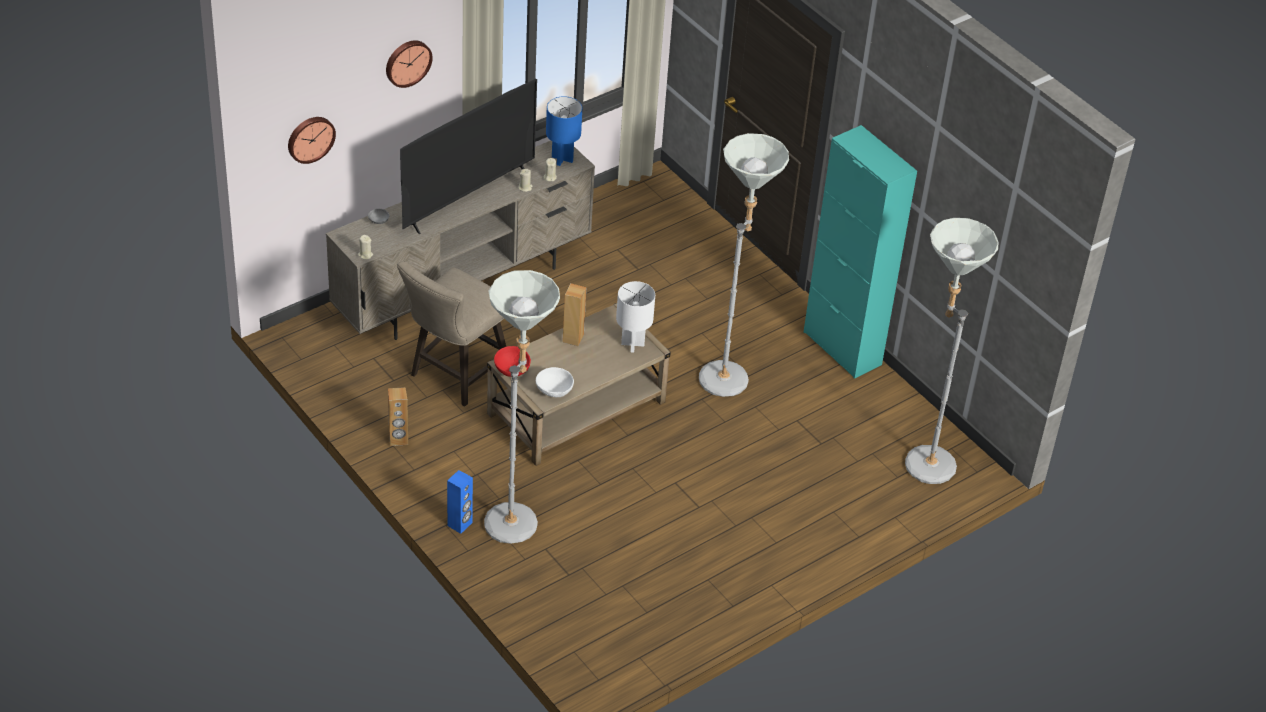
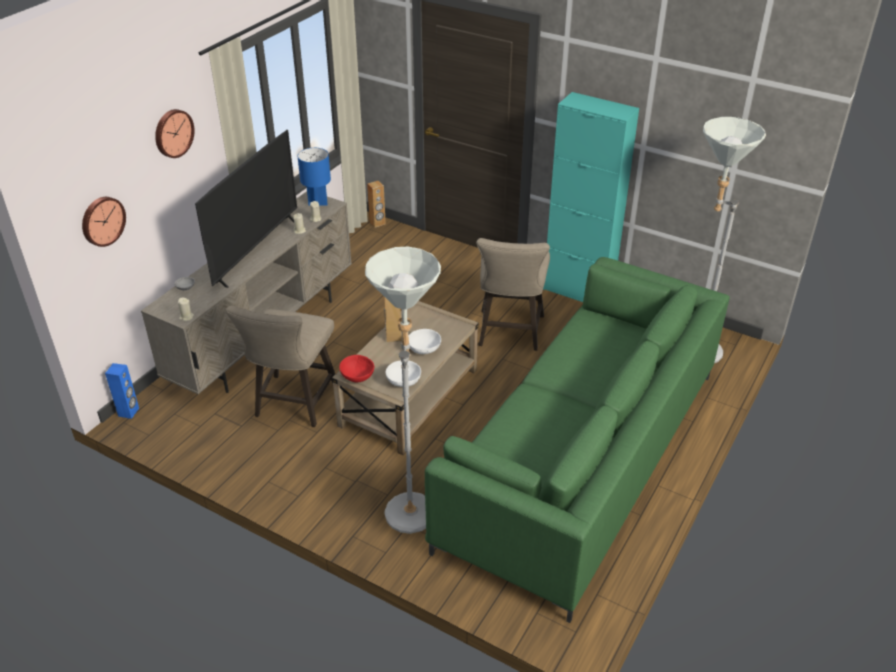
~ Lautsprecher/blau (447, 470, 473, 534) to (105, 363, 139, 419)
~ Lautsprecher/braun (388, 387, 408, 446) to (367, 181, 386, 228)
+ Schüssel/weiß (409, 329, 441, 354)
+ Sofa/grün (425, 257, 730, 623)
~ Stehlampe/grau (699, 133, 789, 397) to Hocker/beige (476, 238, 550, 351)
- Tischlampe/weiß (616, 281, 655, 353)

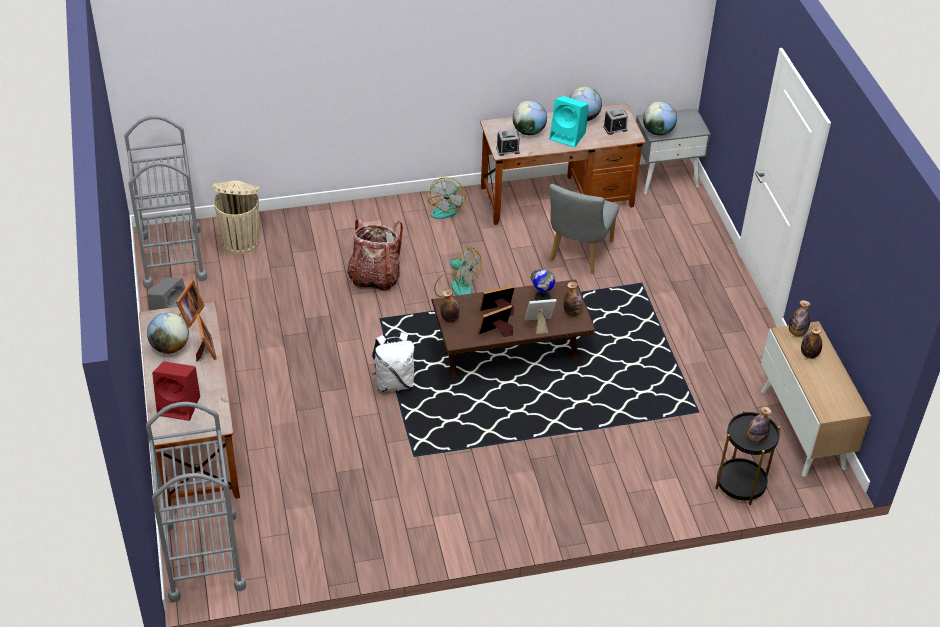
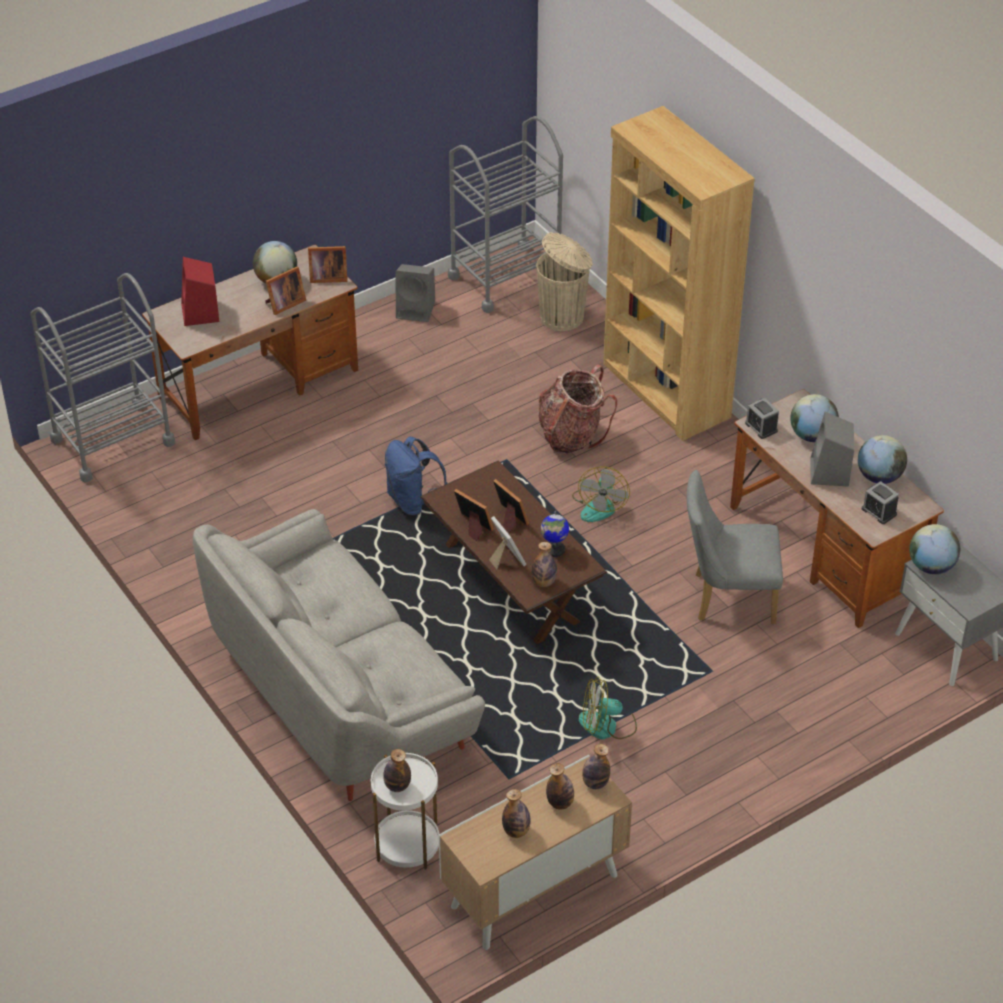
+ Sofa/grau (193, 509, 485, 801)
~ Beistelltisch/schwarz (715, 411, 780, 505) to Beistelltisch/weiß (371, 753, 439, 869)
~ Rucksack/weiß (372, 332, 416, 392) to Rucksack/blau (385, 437, 448, 515)
~ Flasche (440, 289, 460, 323) to (502, 789, 531, 838)
~ Ventilator (428, 178, 466, 219) to (579, 677, 637, 739)
+ Bücherregal/braun (603, 106, 755, 441)
~ Lautsprecher/türkis (550, 96, 589, 147) to Lautsprecher/grau (810, 412, 854, 487)

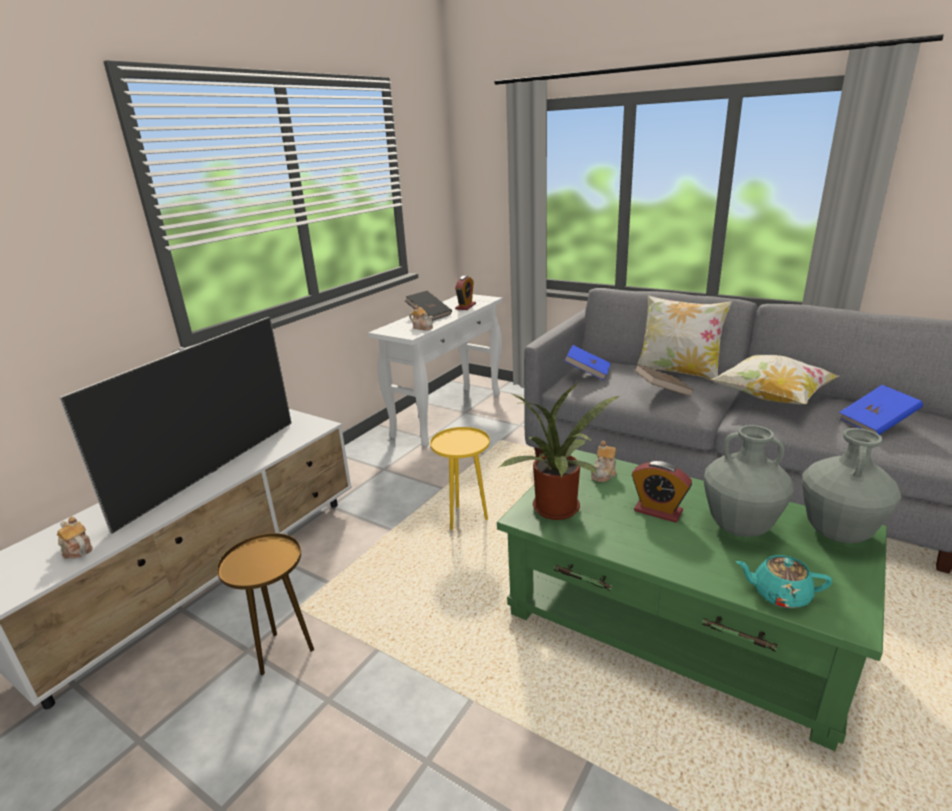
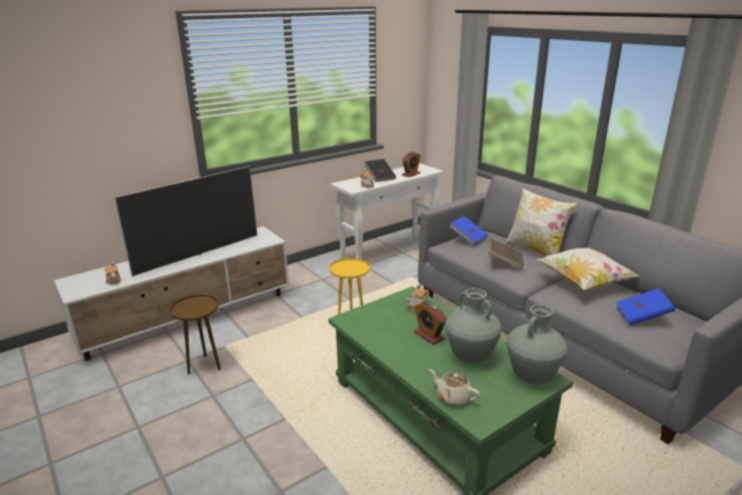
~ Teekanne/türkis (736, 555, 832, 608) to Teekanne/beige (429, 369, 480, 406)
- Topfpflanze (499, 383, 619, 520)

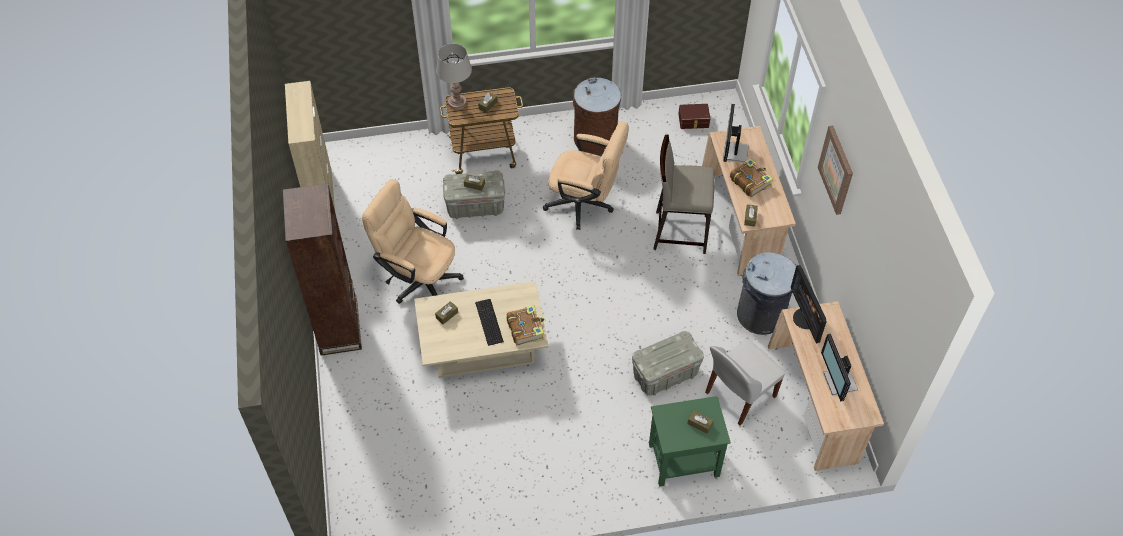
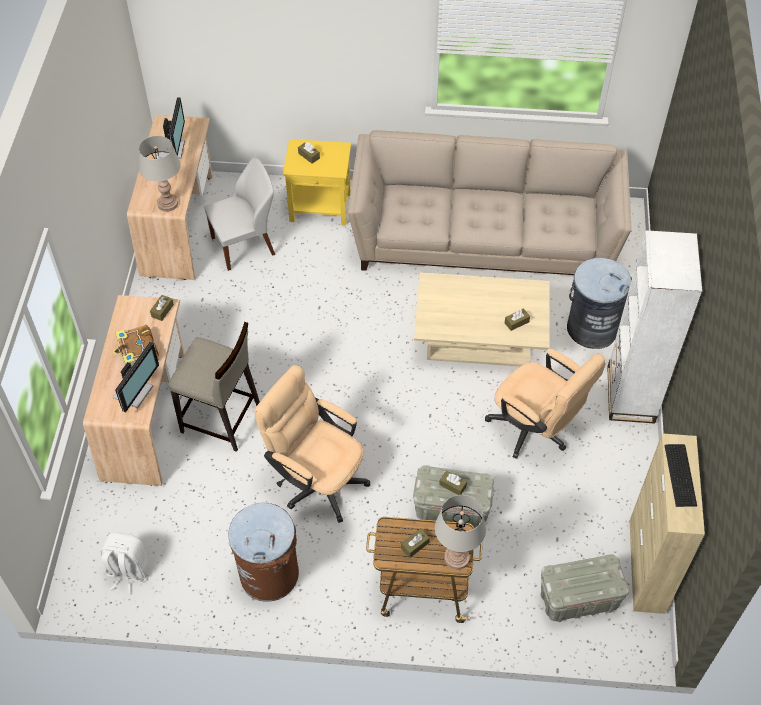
~ Aufbewahrungsbox/braun (678, 104, 710, 129) to Rucksack/weiß (101, 532, 149, 594)
~ Monitor (791, 265, 827, 343) to Tischlampe/grau (139, 136, 180, 212)
~ Beistelltisch/grün (649, 396, 731, 487) to Beistelltisch/gelb (283, 139, 351, 226)
+ Sofa/beige (348, 130, 632, 275)
~ Aufbewahrungsbox/grau (632, 331, 704, 396) to (541, 554, 629, 622)
~ Mülleimer/grau (737, 252, 796, 335) to (567, 258, 632, 349)
~ Bücherregal/braun (283, 184, 362, 356) to Bücherregal/weiß (607, 230, 702, 424)
~ Tastatur (475, 299, 504, 346) to (664, 444, 697, 507)
- Buch (507, 305, 545, 346)
- Bild (818, 126, 853, 215)

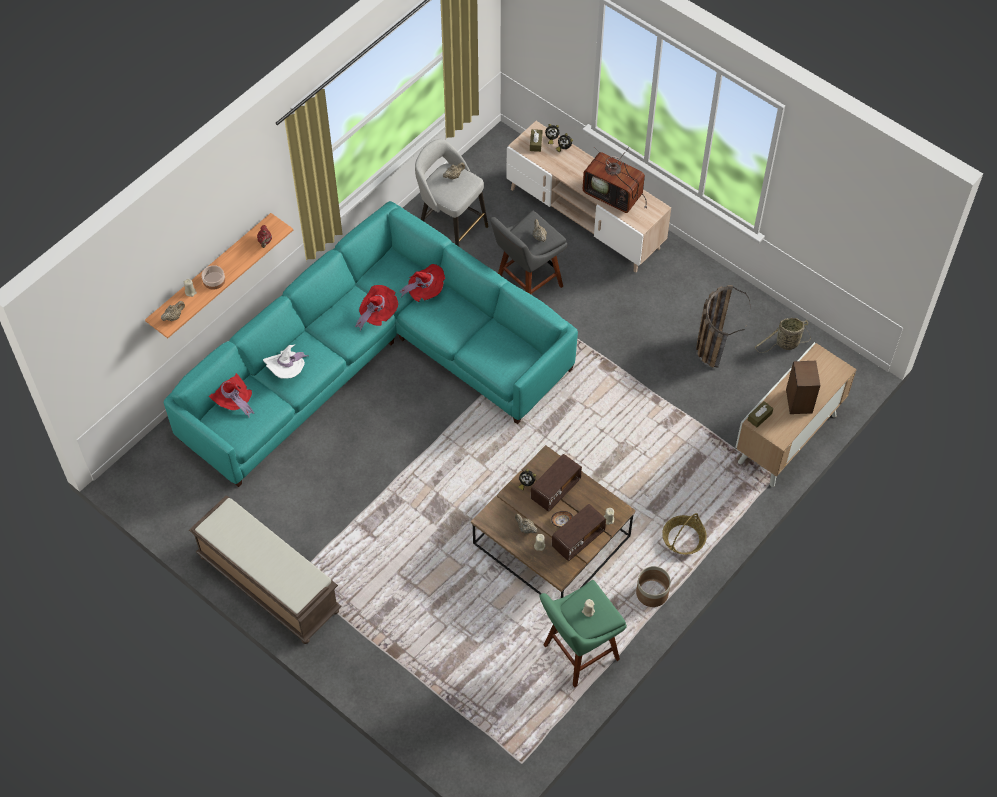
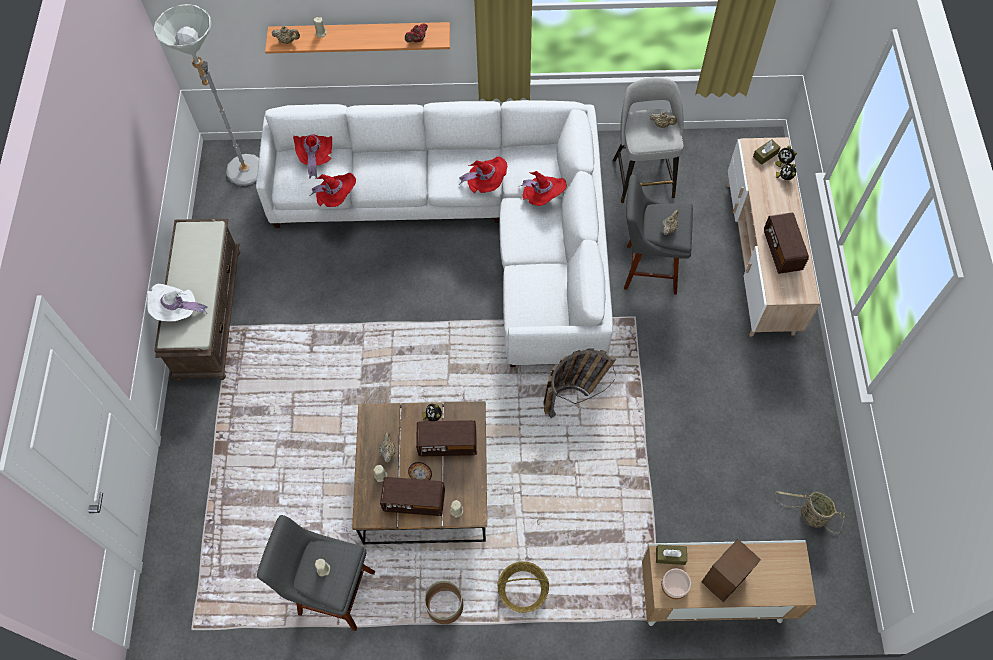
~ Hut/weiß (263, 345, 309, 379) to (147, 284, 208, 321)
+ Stehlampe/grau (154, 4, 259, 186)
~ Sofa/türkis (164, 201, 578, 487) to Sofa/weiß (256, 100, 613, 367)
~ Hocker/grün (539, 580, 627, 688) to Hocker/grau (257, 515, 375, 631)
+ Hut/rot (311, 173, 356, 207)
~ Korb (696, 285, 750, 368) to (543, 349, 616, 418)
~ Schüssel (202, 265, 225, 290) to (661, 568, 691, 599)
~ Fernseher (583, 147, 647, 213) to Radio (764, 212, 809, 274)

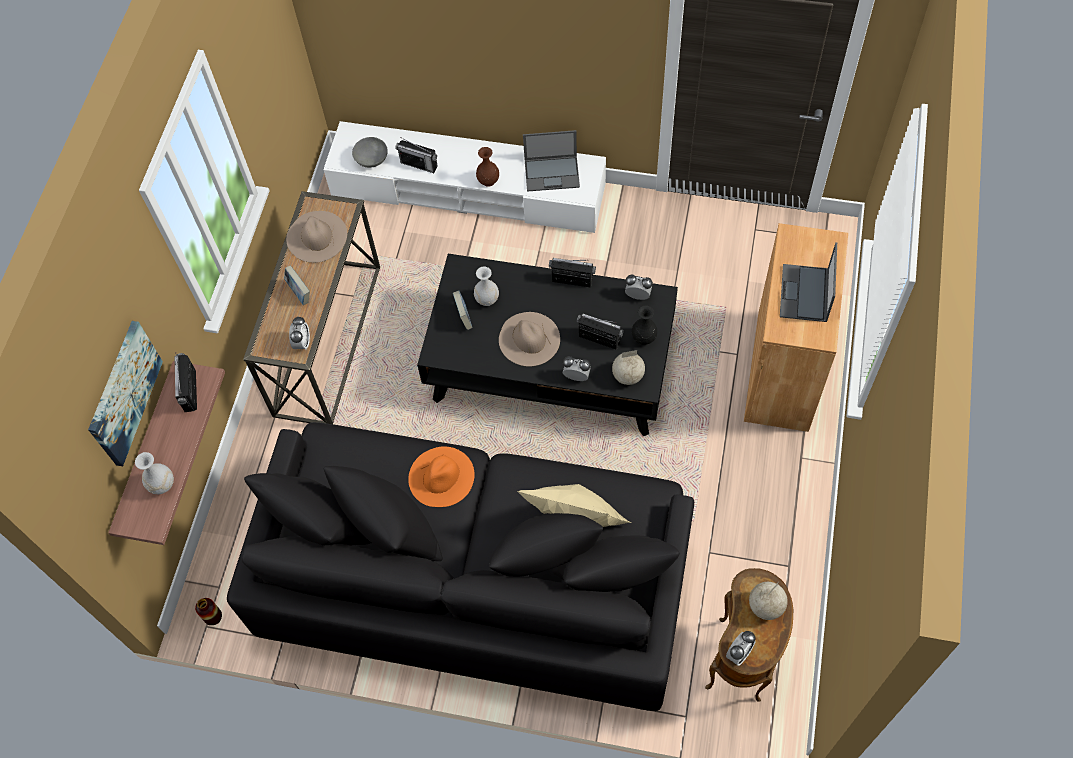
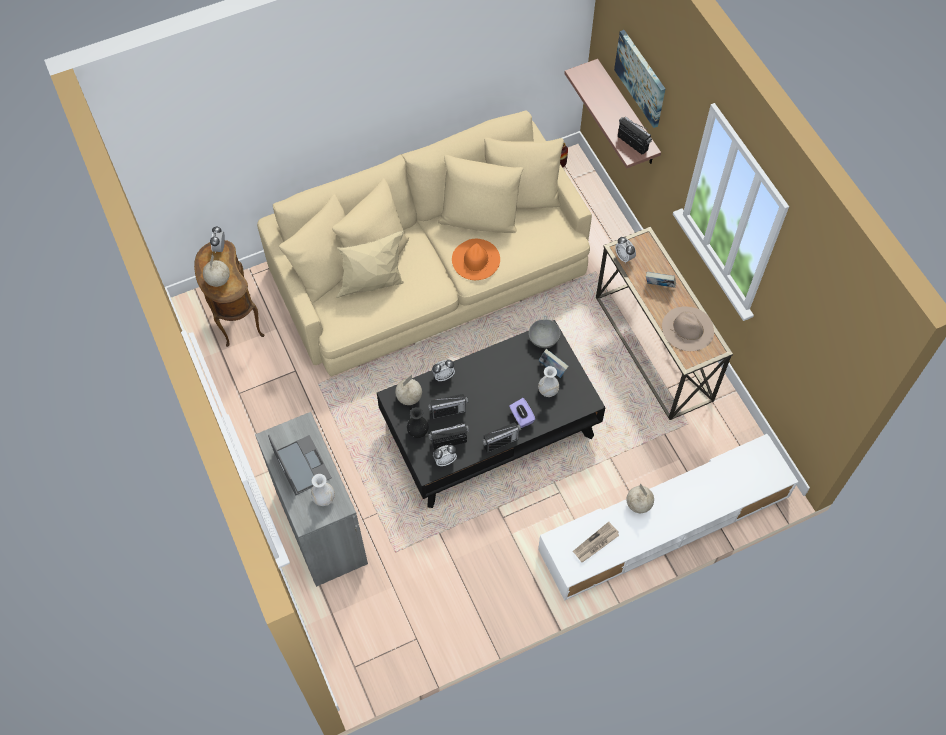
~ Schrank/braun (744, 223, 848, 432) to Schrank/grau (255, 412, 368, 587)
~ Sofa/schwarz (227, 422, 694, 711) to Sofa/beige (257, 110, 592, 376)
~ Vase/weiß (135, 452, 174, 494) to (311, 474, 335, 506)
~ Radio (395, 137, 437, 173) to (428, 423, 469, 450)
+ Taschentuchbox/lila (509, 398, 535, 428)
~ Schüssel/grau (352, 137, 388, 168) to (529, 319, 560, 348)
~ Laptop (523, 130, 580, 192) to Zeitung (573, 522, 619, 562)
~ Vase/braun (476, 147, 499, 187) to Globus (627, 483, 654, 513)
- Hut/beige (499, 312, 560, 367)

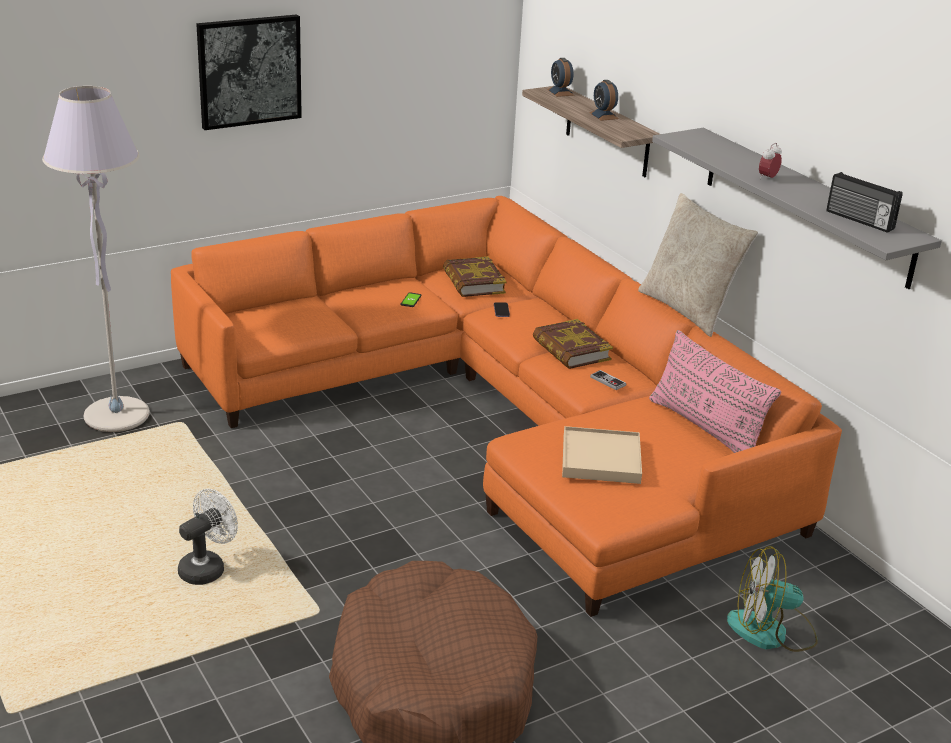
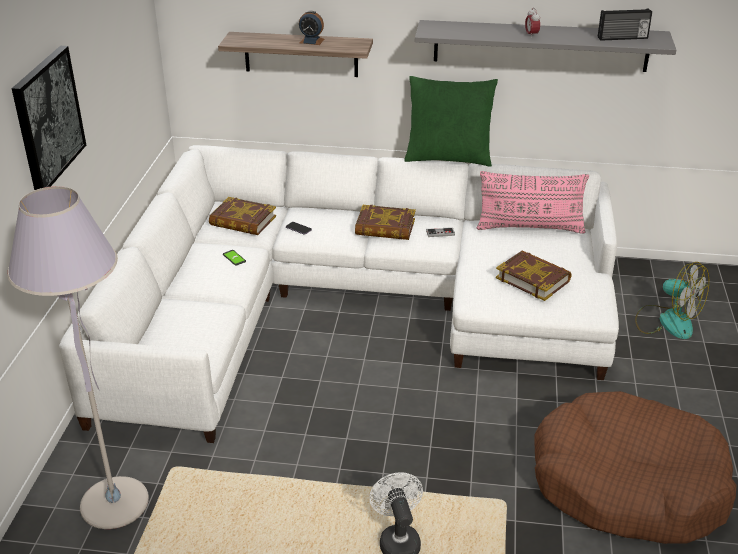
~ Sofa/orange (171, 196, 842, 617) to Sofa/weiß (59, 145, 619, 443)
~ Kissen/beige (638, 193, 758, 337) to Kissen/grün (404, 76, 498, 167)
~ Tablett/beige (562, 426, 642, 484) to Buch (496, 250, 572, 301)
~ Ventilator (727, 546, 818, 652) = (635, 262, 709, 339) 90 degrees counterclockwise
- Wecker (547, 58, 574, 97)

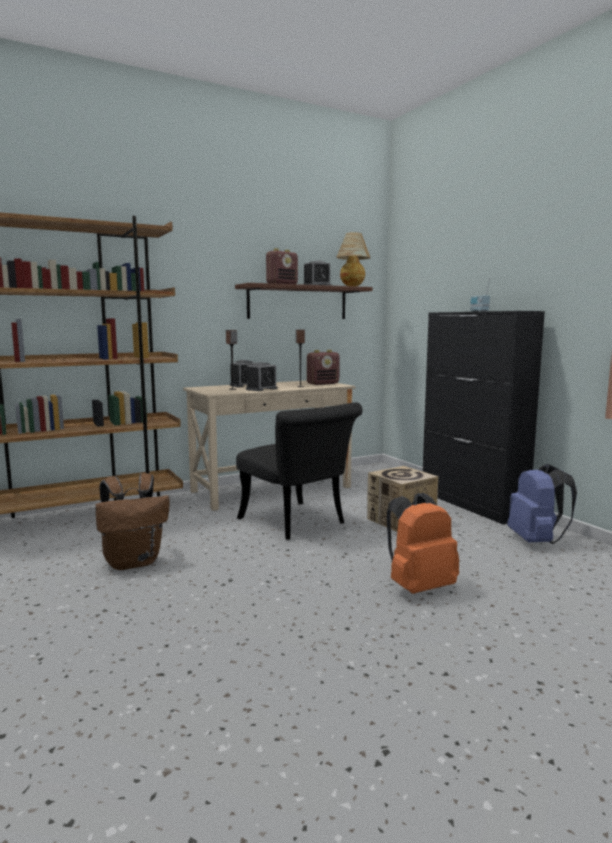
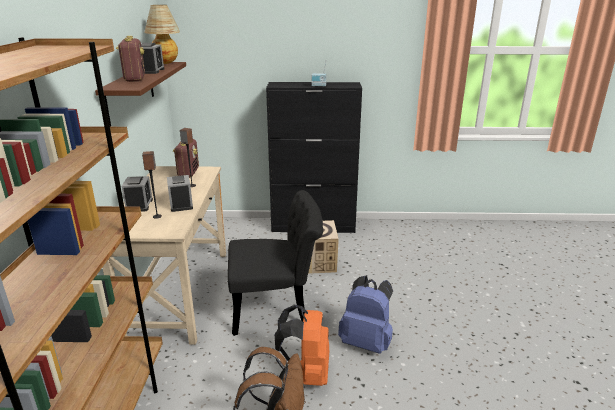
~ Rucksack/orange (387, 493, 459, 594) to (275, 305, 329, 386)
~ Rucksack/blau (507, 464, 577, 544) to (338, 275, 393, 354)

